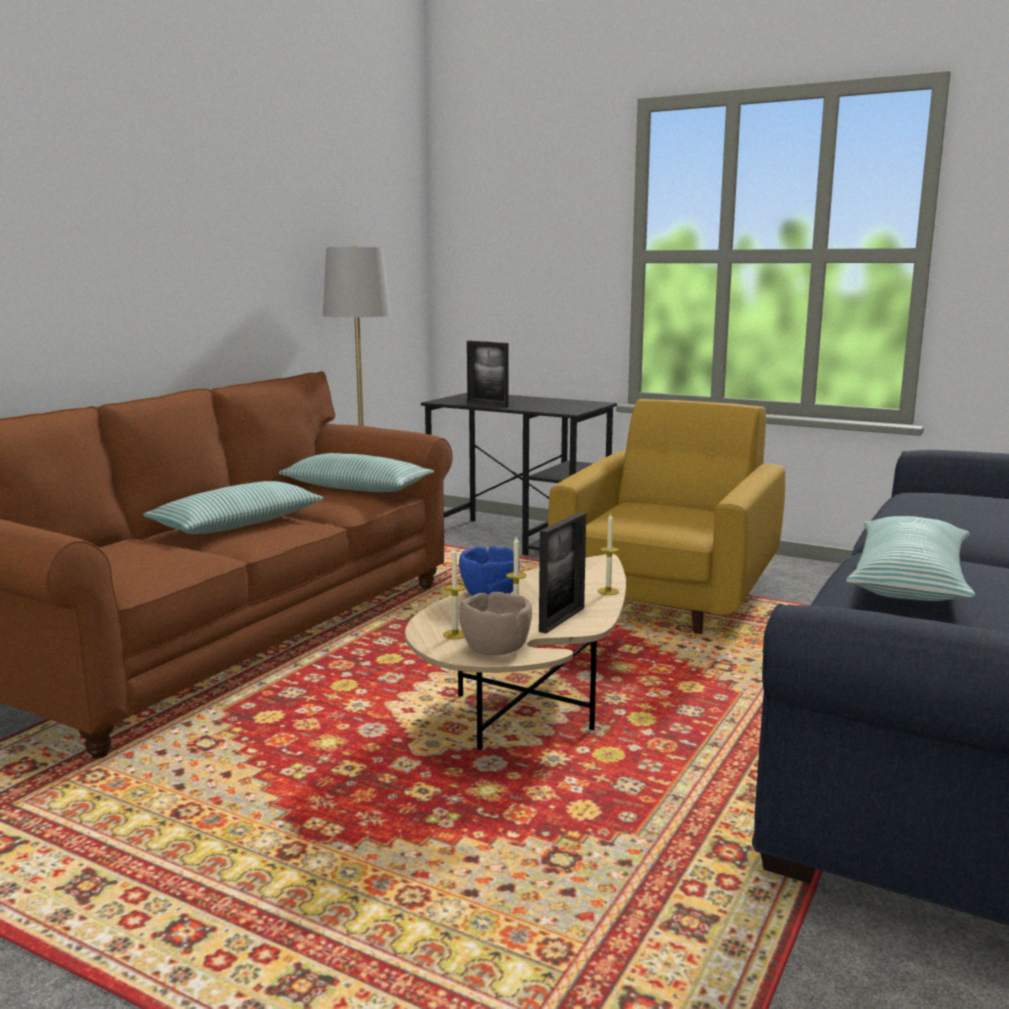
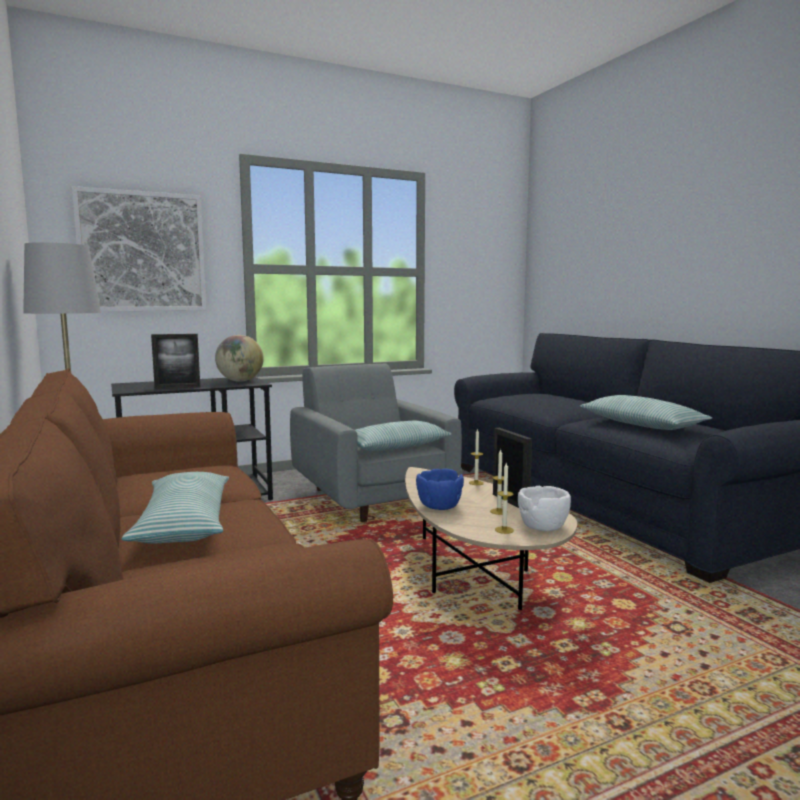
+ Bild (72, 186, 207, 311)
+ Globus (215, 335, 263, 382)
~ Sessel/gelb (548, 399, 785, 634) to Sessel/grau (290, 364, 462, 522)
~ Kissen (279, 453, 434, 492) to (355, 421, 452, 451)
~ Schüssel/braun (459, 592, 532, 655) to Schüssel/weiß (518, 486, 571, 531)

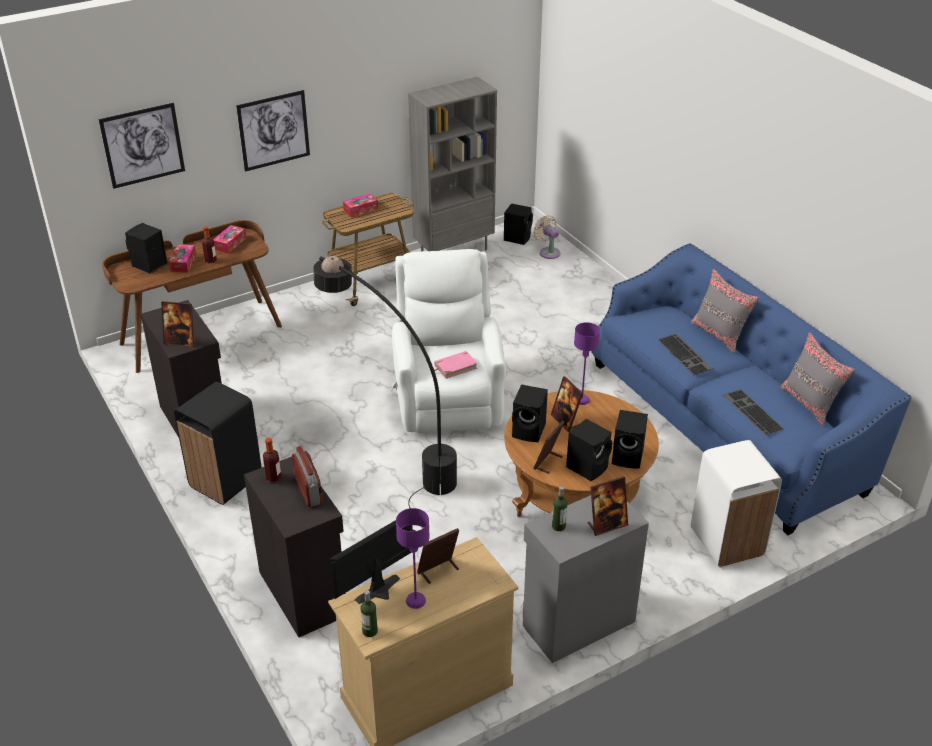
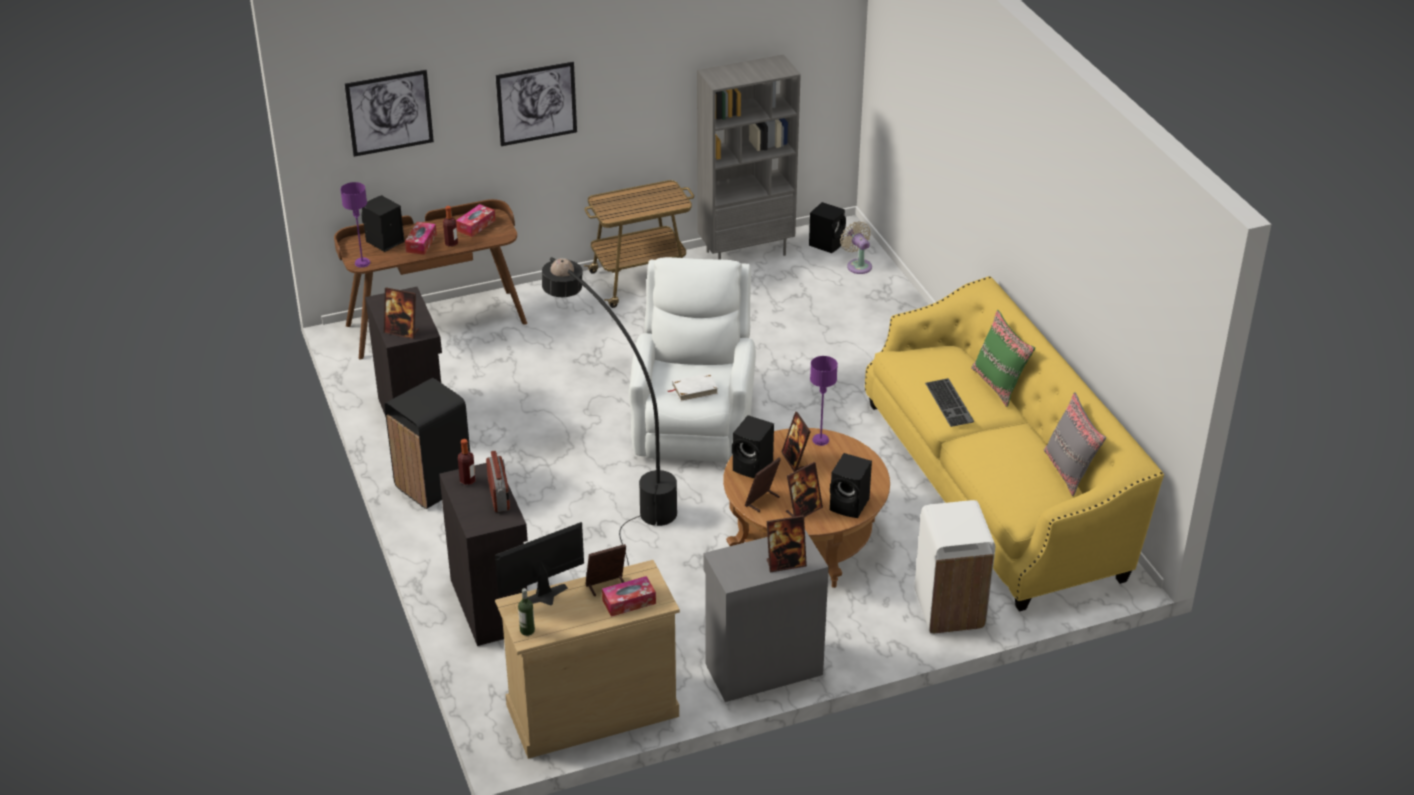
~ Tischlampe/lila (396, 508, 430, 609) to (340, 182, 370, 268)
~ Taschentuchbox (343, 193, 379, 218) to (602, 576, 656, 617)
~ Buch/rosa (434, 351, 478, 379) to Buch/weiß (668, 373, 718, 401)
~ Lautsprecher/schwarz (566, 419, 612, 481) to Bilderrahmen (786, 462, 823, 517)
~ Sofa/blau (591, 243, 912, 535) to Sofa/gelb (865, 276, 1164, 611)
~ Kissen/grau (691, 269, 759, 353) to Kissen/grün (971, 310, 1035, 407)
- Flasche (552, 486, 567, 531)
- Tastatur (723, 390, 784, 435)

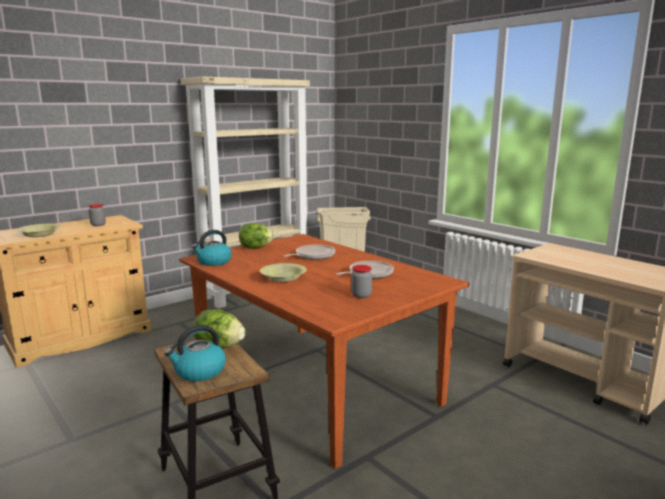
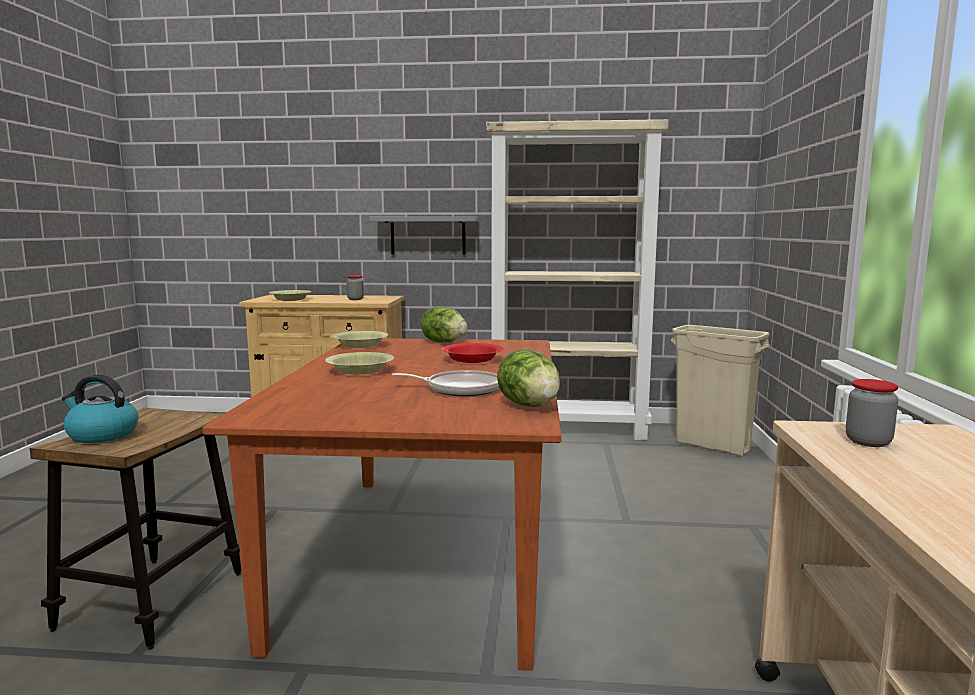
~ Wasserkessel (192, 230, 232, 266) to Schüssel/gelb (332, 331, 389, 348)
+ Wandregal/grau (369, 216, 479, 254)
~ Pfanne (284, 245, 335, 260) to Schüssel/rot (441, 343, 504, 363)
~ Salatkopf (193, 309, 245, 348) to (497, 349, 560, 407)
~ Vorratsglas (351, 265, 372, 298) to (846, 379, 898, 447)

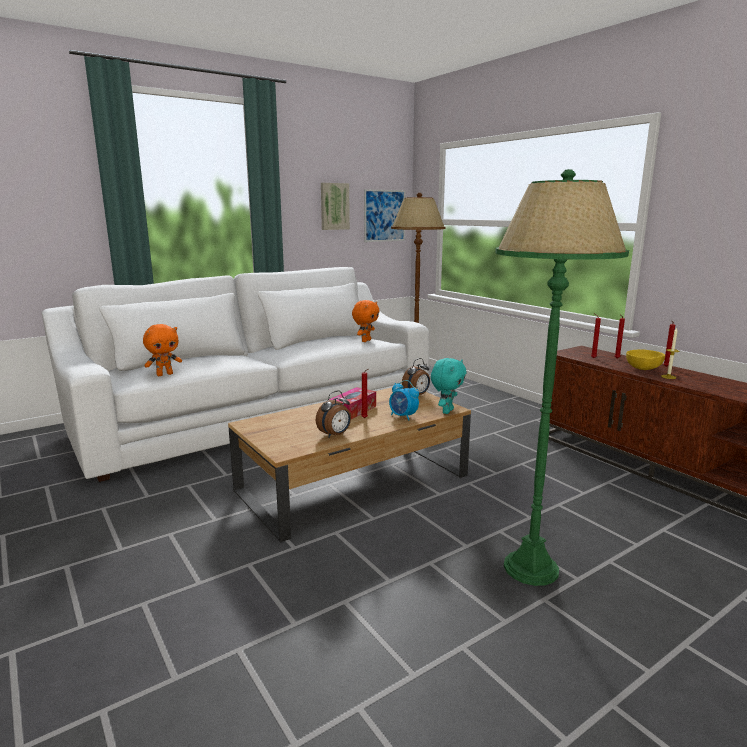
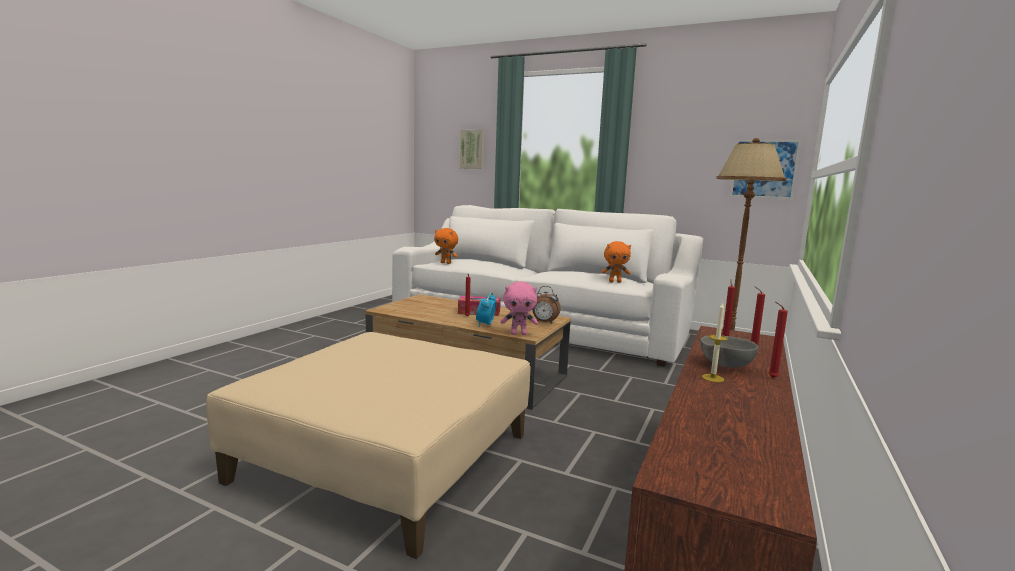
~ Stehlampe/grün (495, 169, 629, 586) to Polsterhocker/beige (206, 332, 531, 559)
~ Bild (321, 183, 350, 230) to (460, 130, 484, 169)
~ Plüschtier/türkis (431, 358, 467, 414) to Plüschtier/rosa (500, 282, 538, 335)
~ Schüssel/gelb (626, 350, 665, 370) to Schüssel/grau (700, 335, 758, 368)
- Wecker (316, 391, 351, 438)

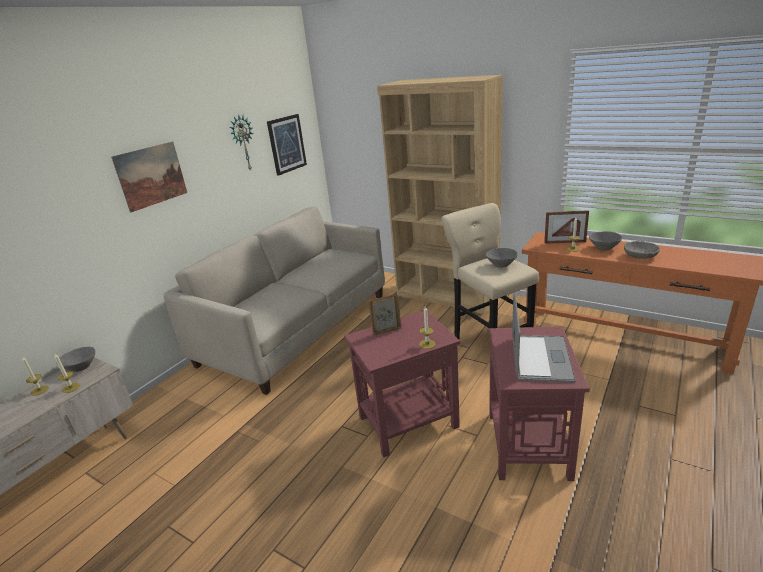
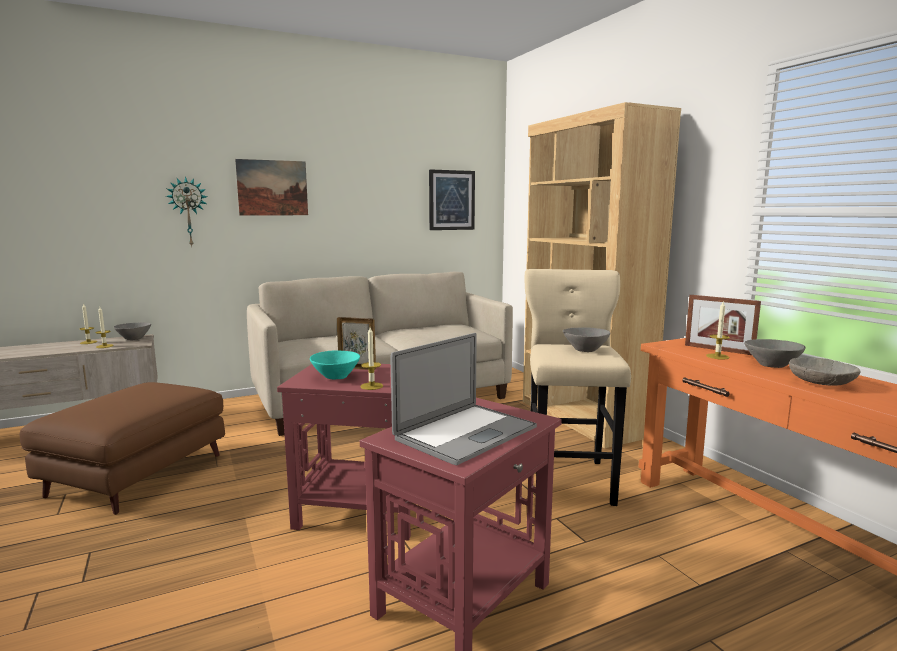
+ Polsterhocker/braun (20, 382, 225, 515)
~ Wanduhr (230, 114, 253, 171) to (166, 176, 208, 248)
+ Schüssel/türkis (310, 350, 360, 379)

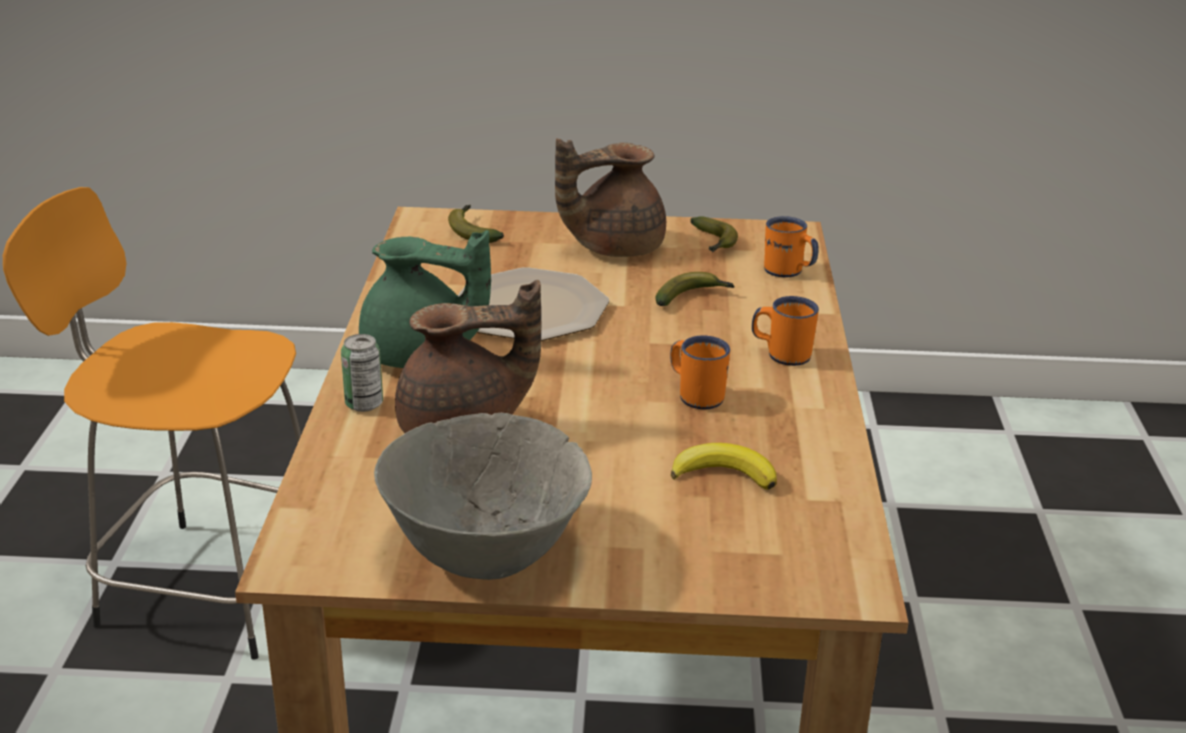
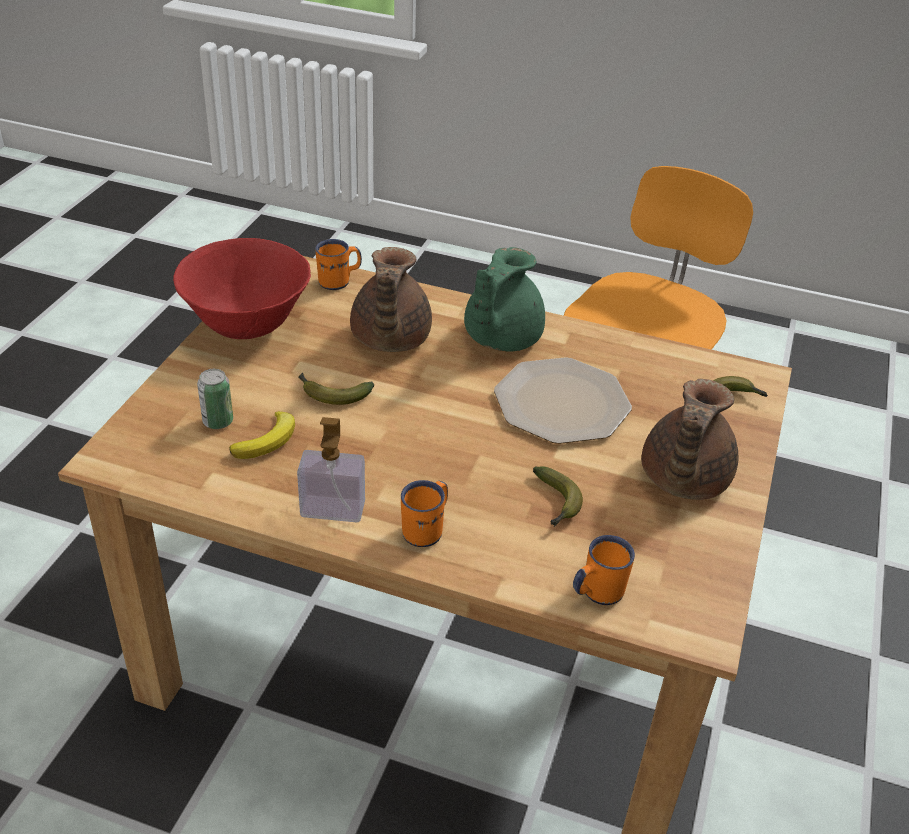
~ Schüssel/grau (374, 413, 592, 580) to Schüssel/rot (173, 238, 311, 339)
~ Dose (341, 334, 383, 412) to (197, 369, 233, 429)
+ Seifenspender (297, 417, 365, 522)
~ Banane (690, 216, 738, 252) to (298, 373, 374, 405)
~ Henkelbecher/orange (670, 336, 730, 409) to (315, 239, 362, 290)
~ Teekanne/braun (555, 138, 666, 257) = (641, 379, 738, 500) 150 degrees counterclockwise

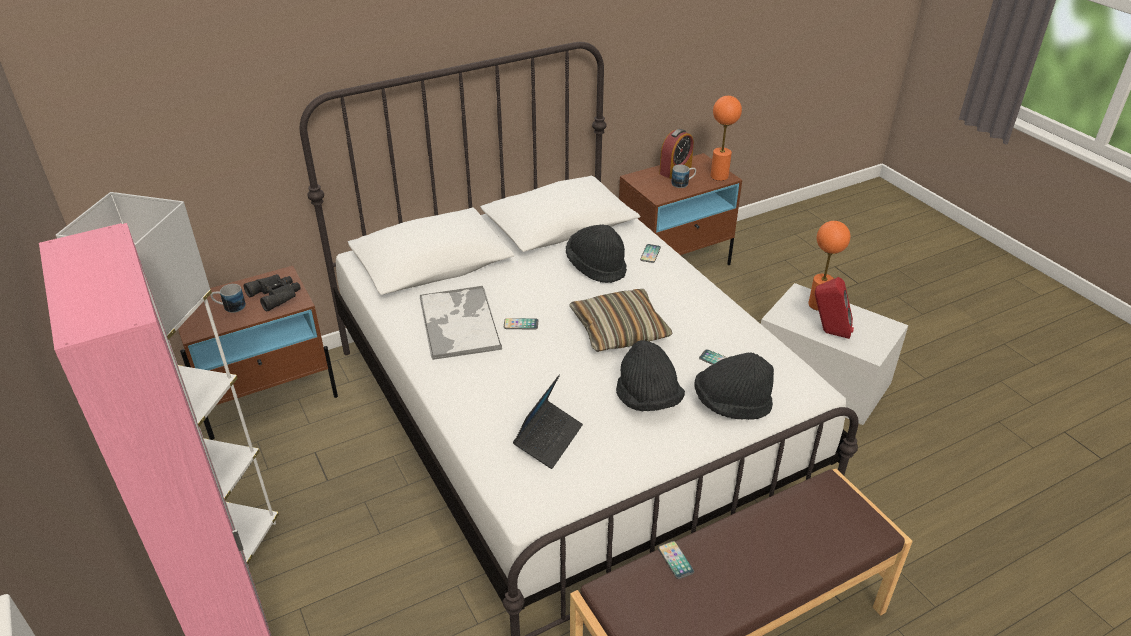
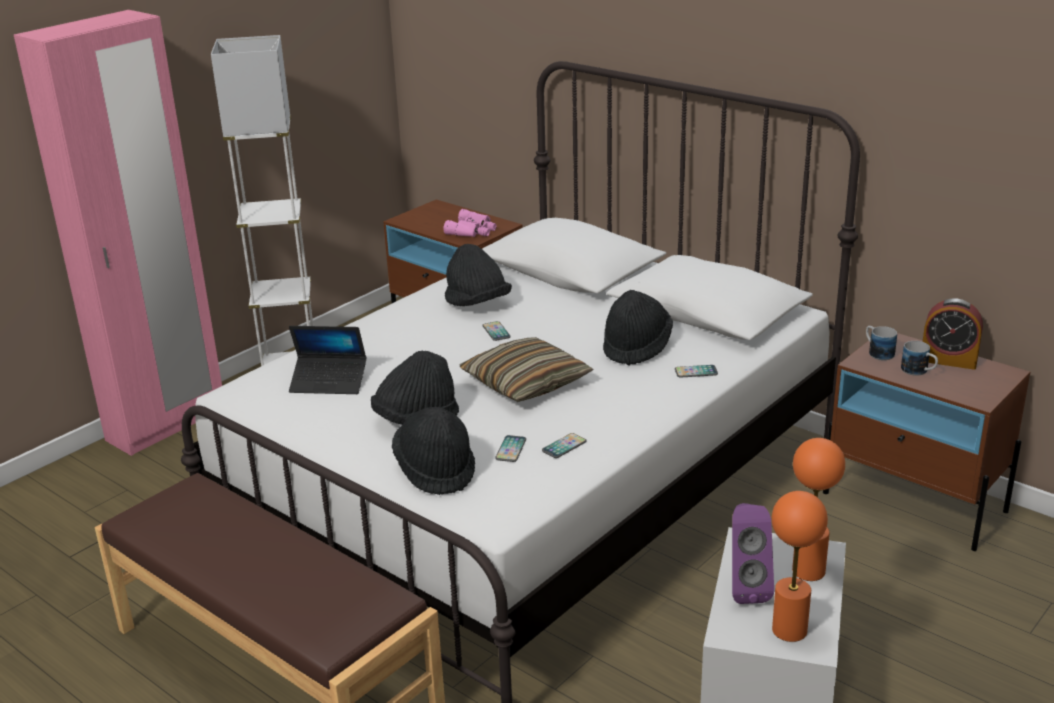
~ Fernglas/schwarz (244, 274, 301, 312) to Fernglas/rosa (444, 209, 497, 237)
~ Tablett (420, 286, 502, 360) to Hut/schwarz (445, 244, 512, 306)
~ Handy (658, 541, 694, 579) to (542, 433, 586, 458)
~ Lautsprecher/rot (815, 277, 854, 339) to Lautsprecher/lila (732, 503, 774, 604)
~ Tischlampe/orange (710, 96, 742, 181) to (772, 491, 828, 642)
~ Henkelbecher (211, 284, 246, 313) to (866, 326, 897, 360)

